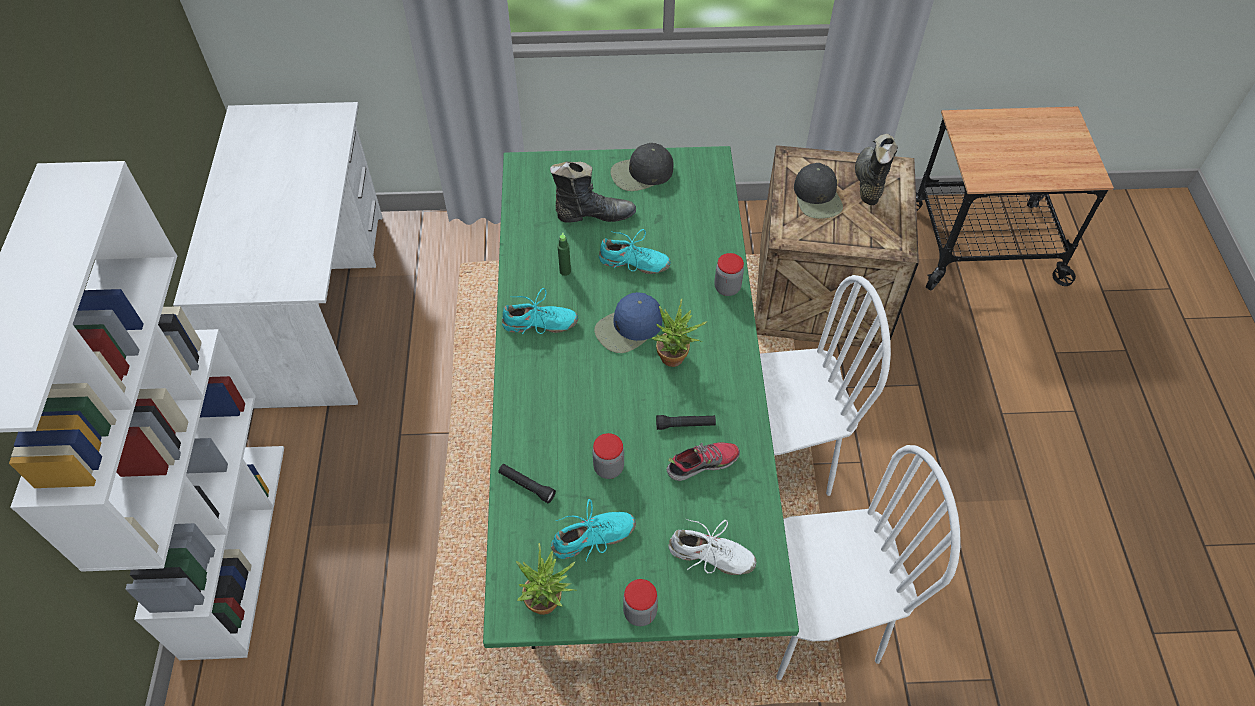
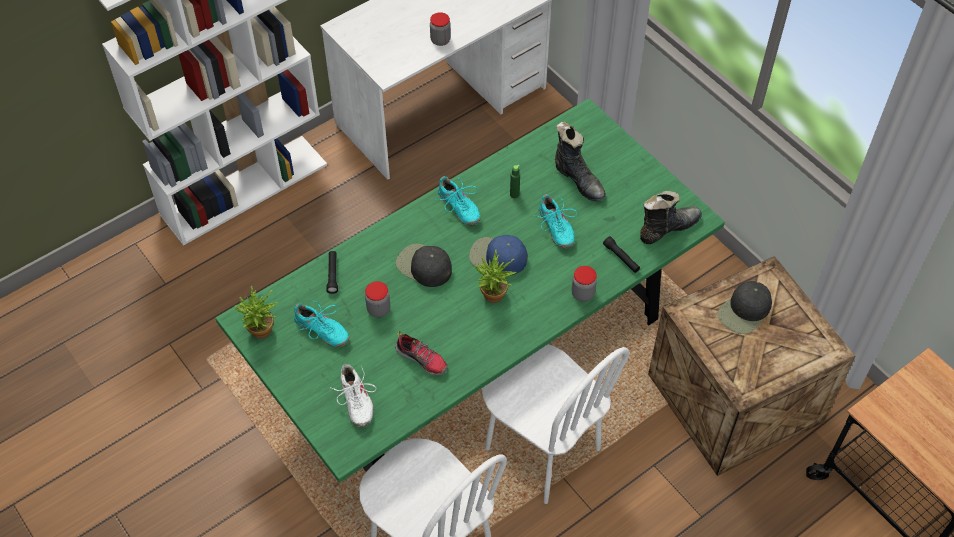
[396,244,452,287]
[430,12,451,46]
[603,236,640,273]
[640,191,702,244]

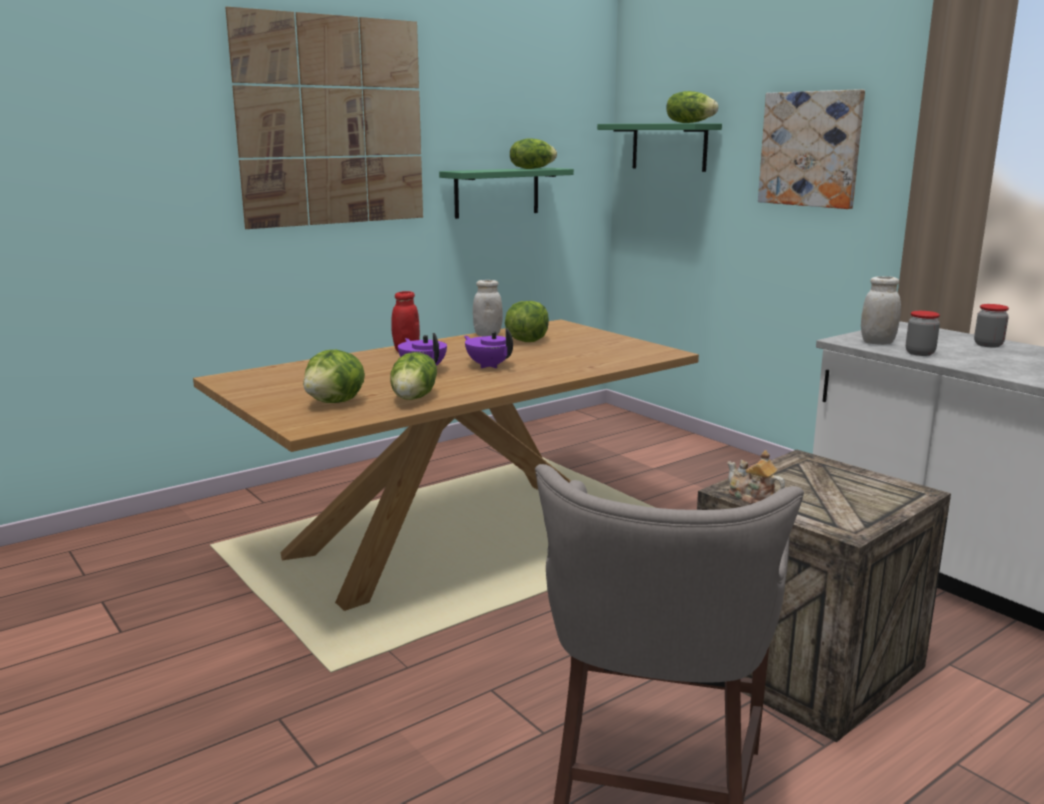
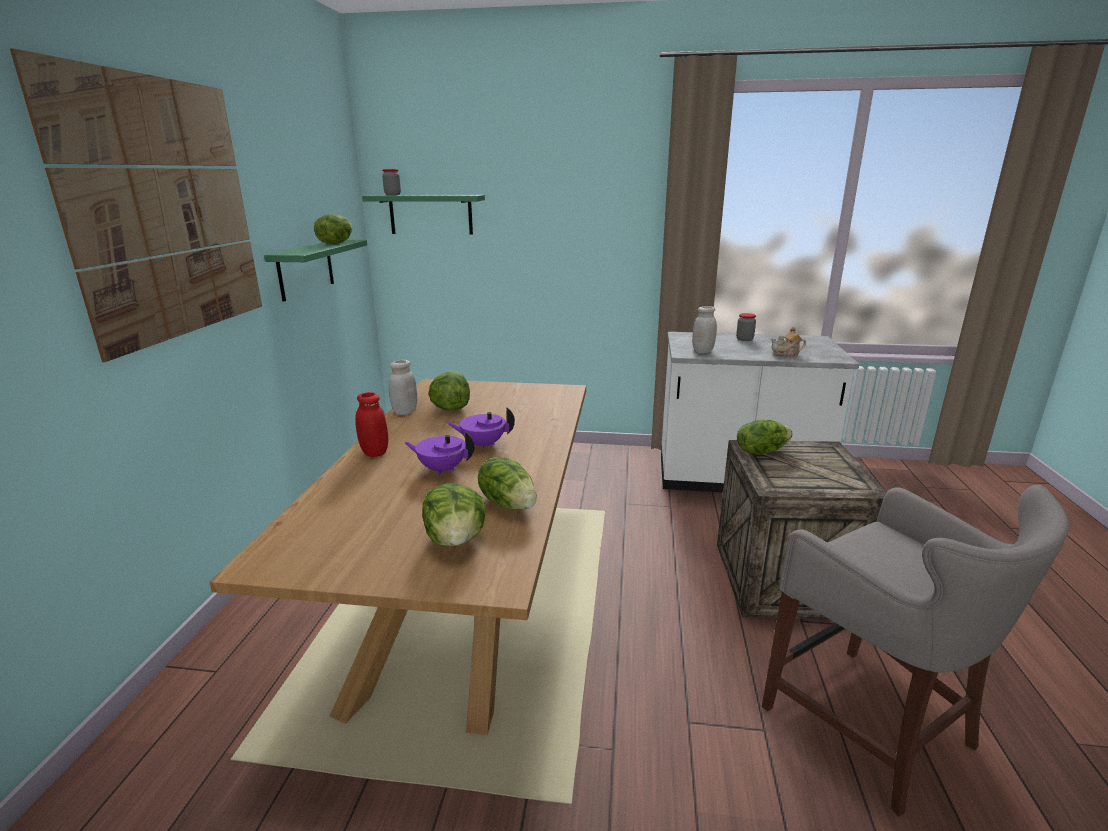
[737,420,793,454]
[771,327,806,357]
[758,89,865,209] (first image)
[382,169,401,195]

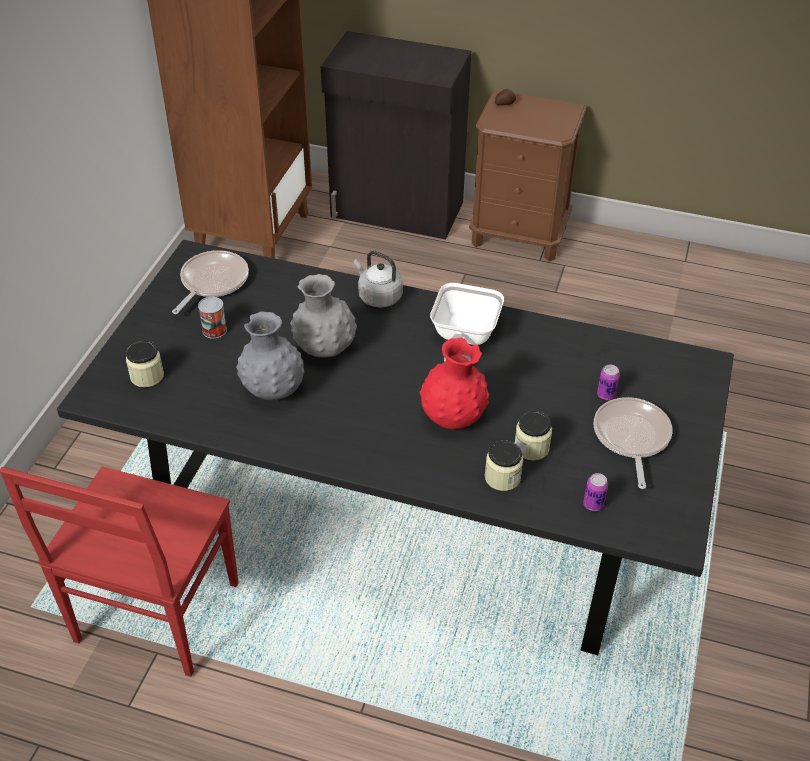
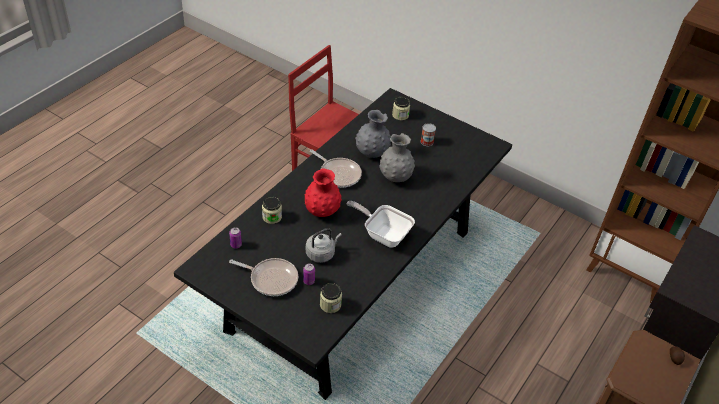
[310,150,362,188]
[306,228,342,263]
[320,283,342,313]

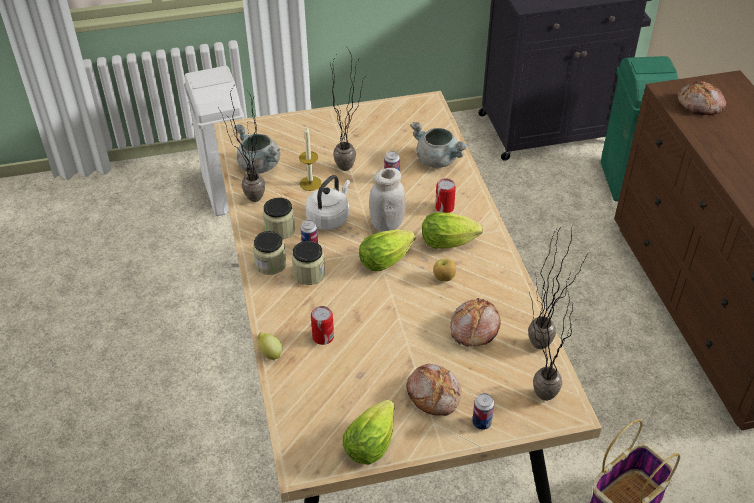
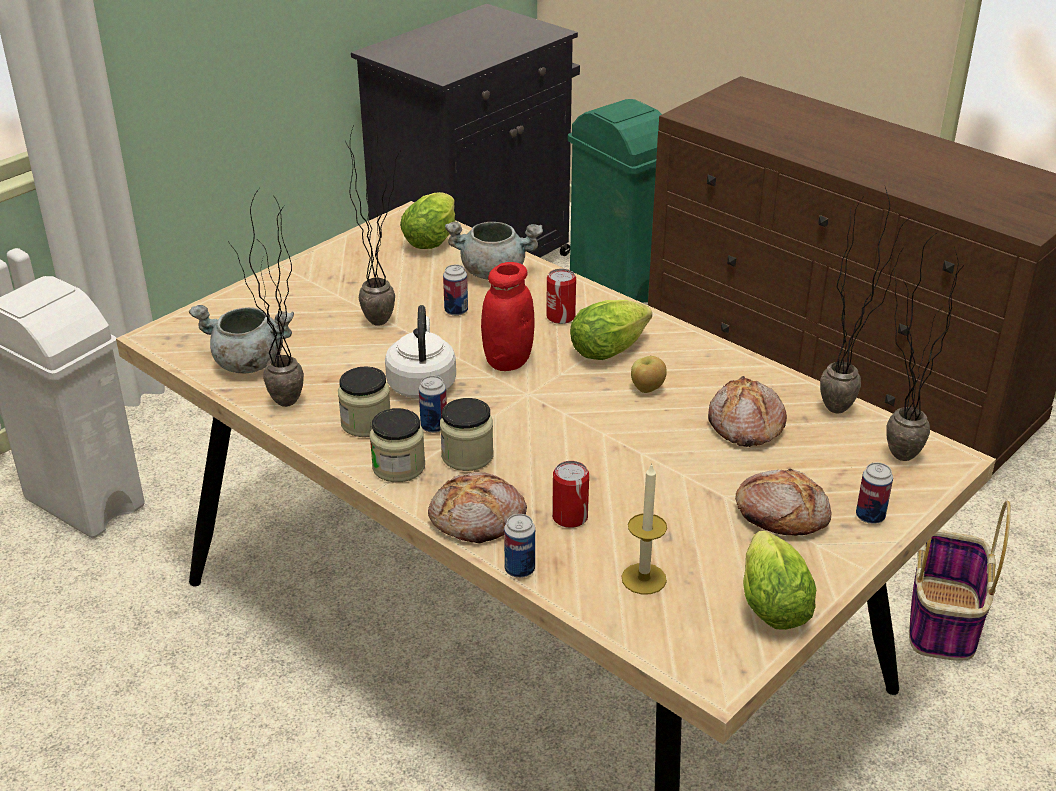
[504,514,535,578]
[622,463,667,594]
[400,192,455,249]
[481,262,534,371]
[428,472,527,544]

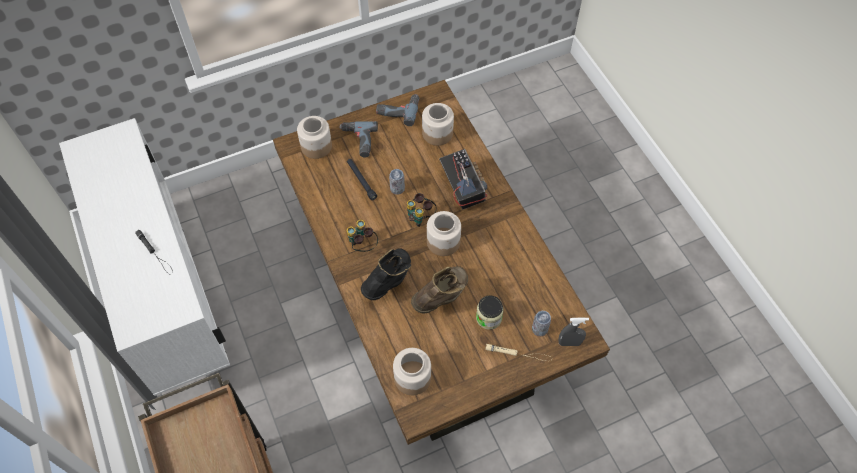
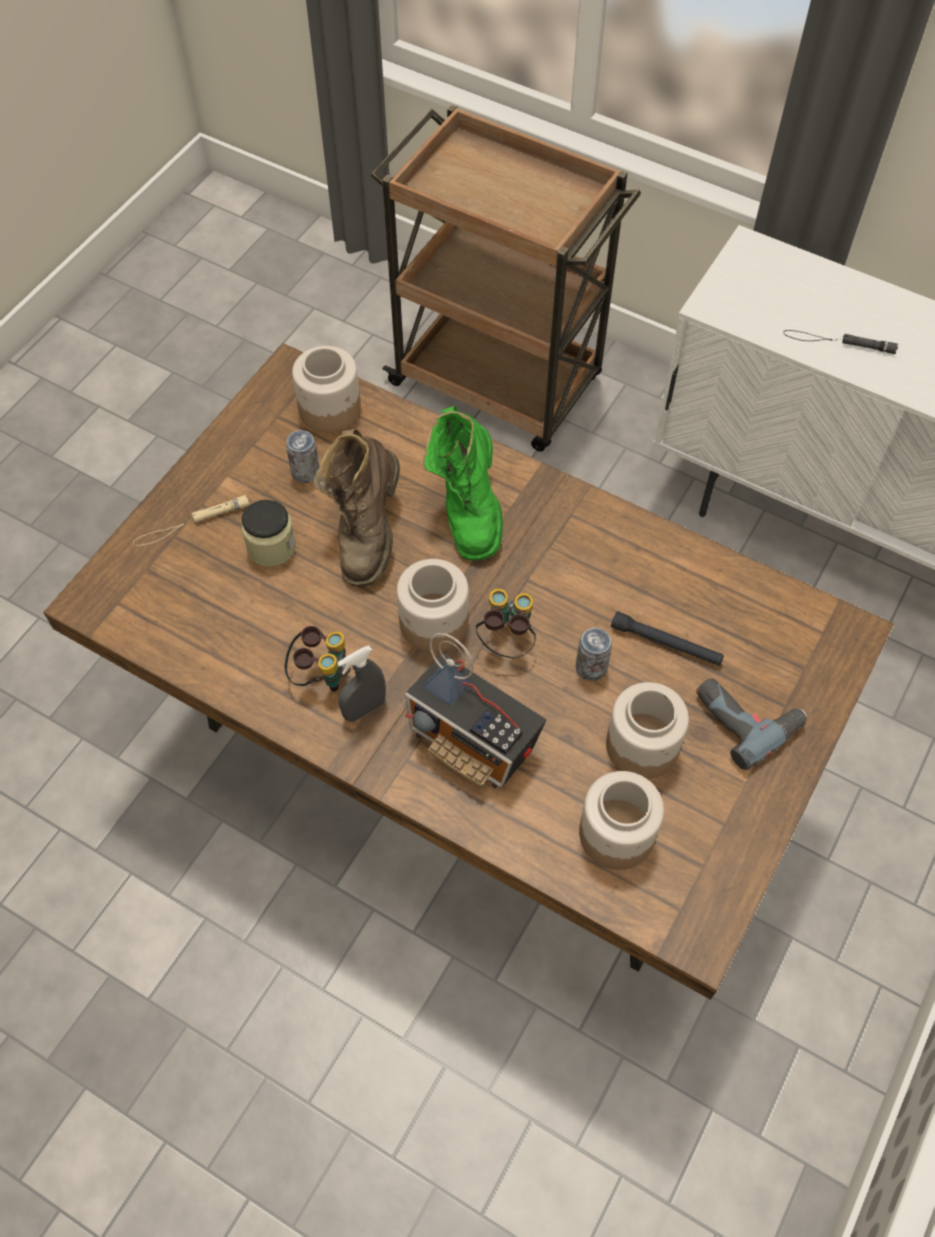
[606,682,689,779]
[285,626,351,692]
[423,406,503,561]
[376,94,419,126] (first image)
[286,430,320,483]
[337,645,386,722]

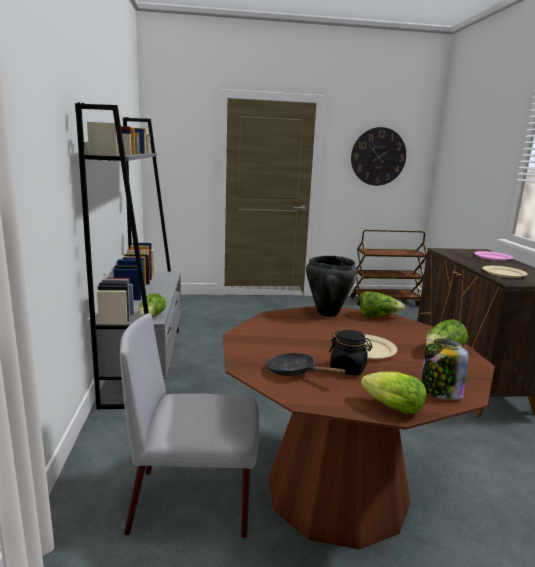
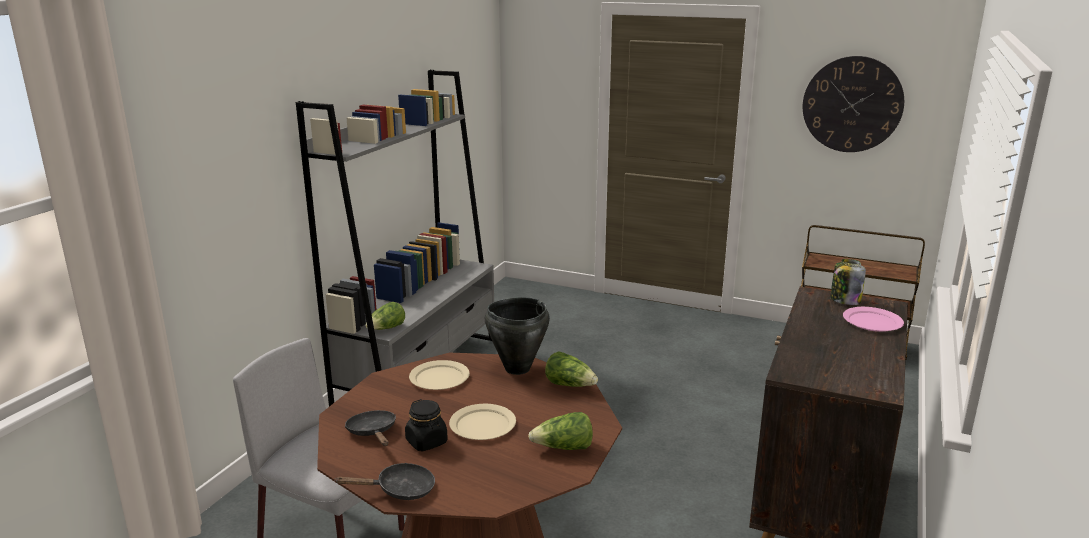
[334,463,435,500]
[830,259,866,305]
[409,360,470,390]

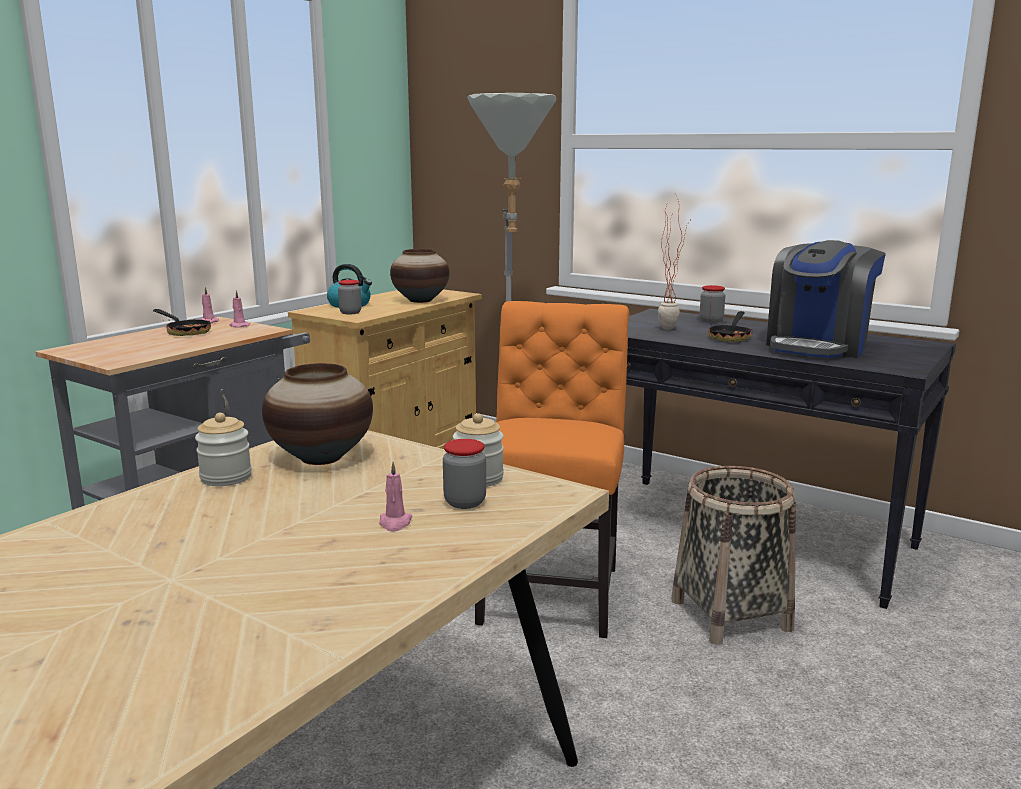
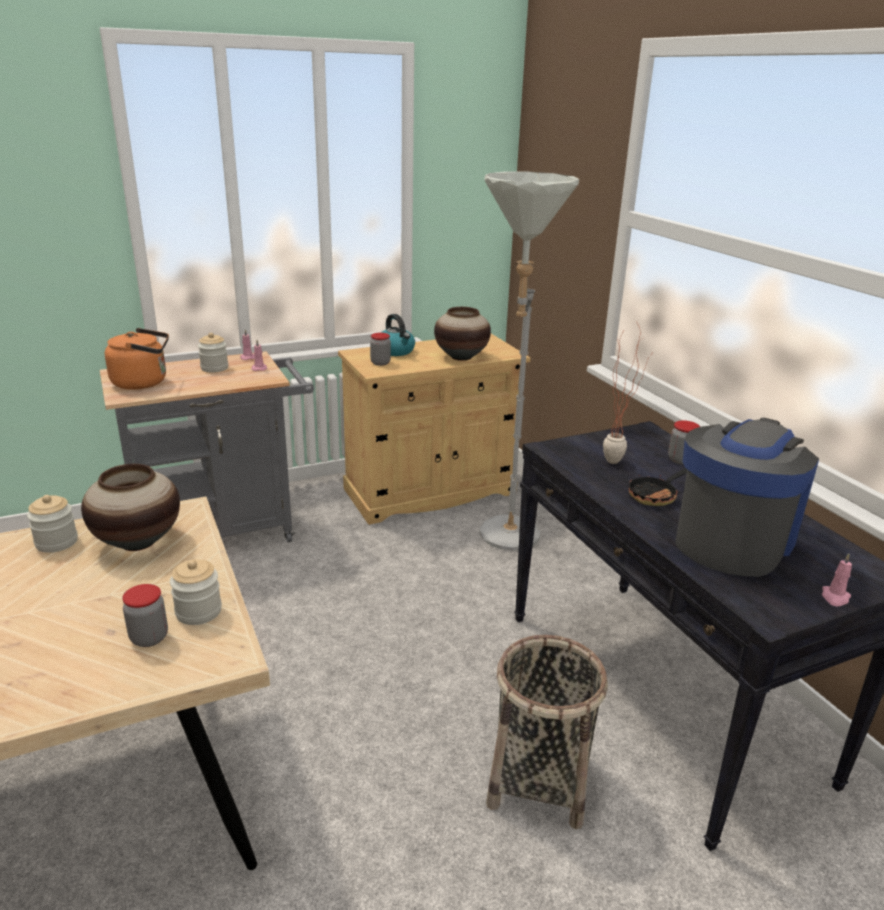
[198,333,228,373]
[822,554,852,606]
[475,301,629,638] (first image)
[675,418,819,577]
[105,328,169,390]

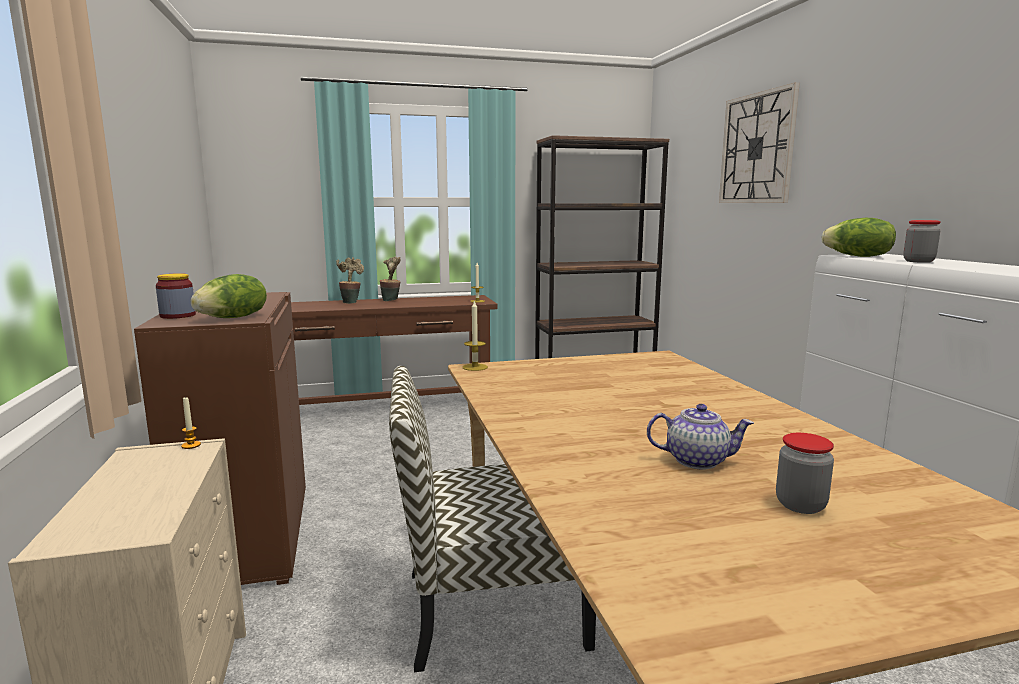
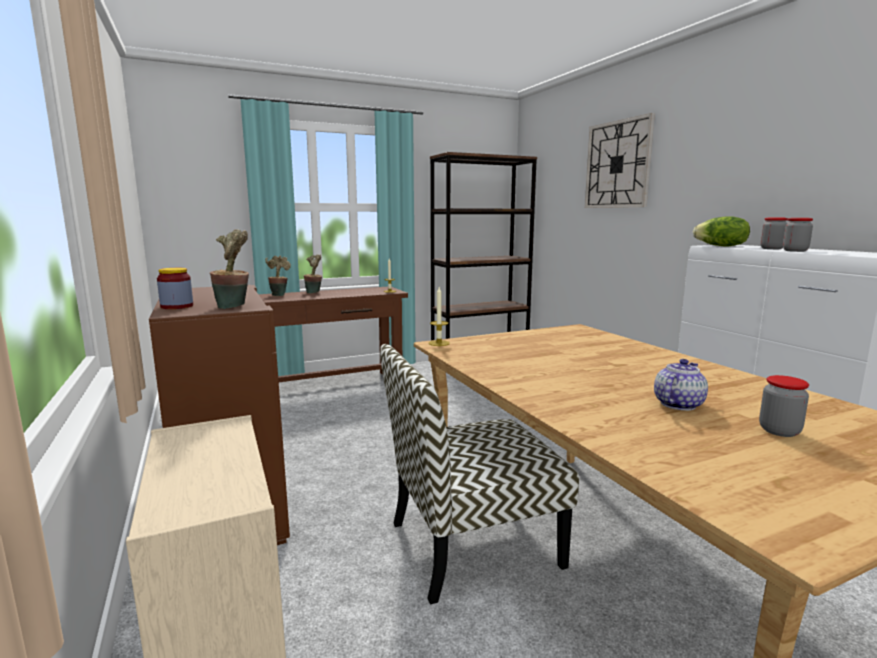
[181,396,201,449] (first image)
[210,229,249,309]
[654,359,708,411]
[783,218,813,252]

